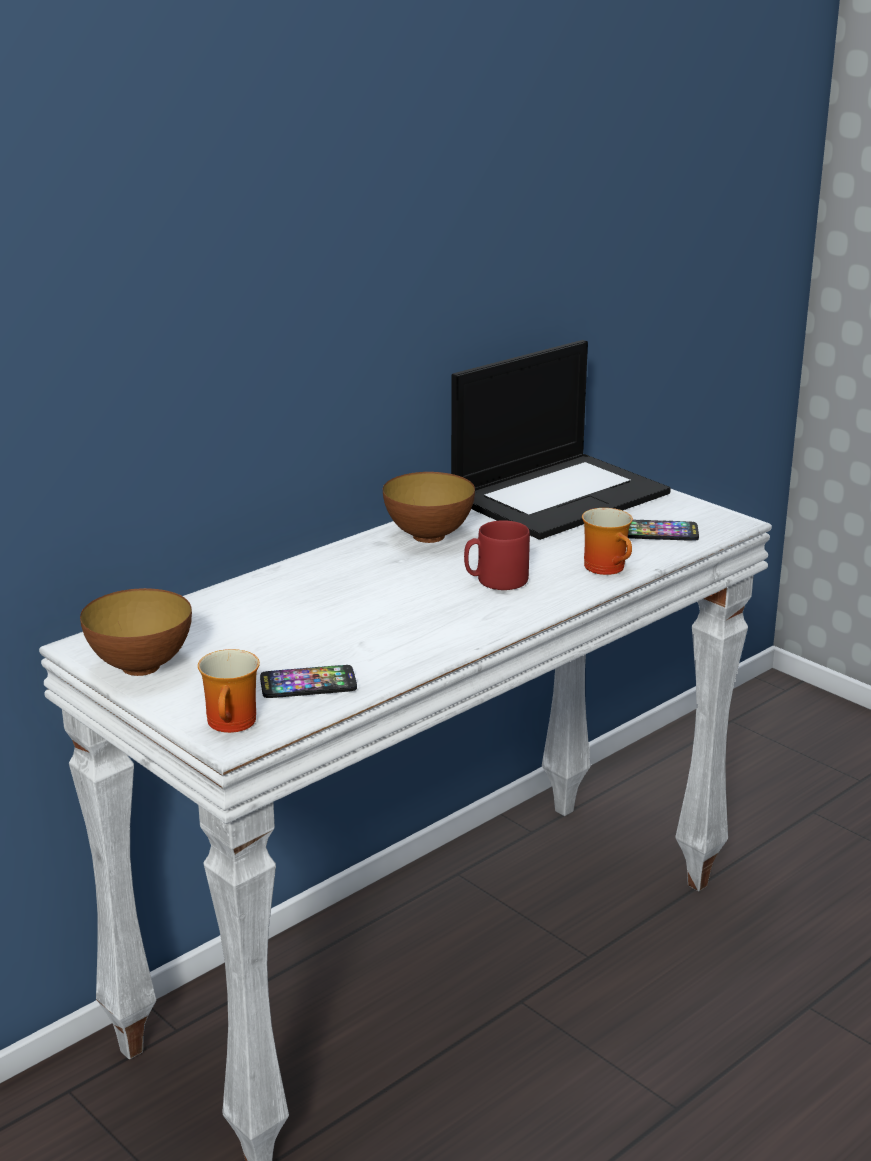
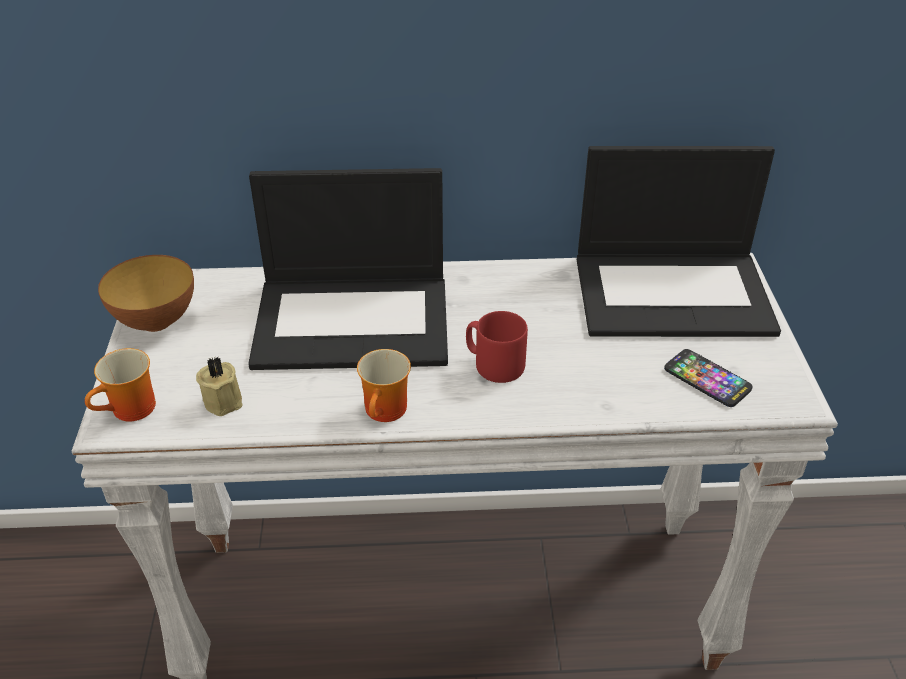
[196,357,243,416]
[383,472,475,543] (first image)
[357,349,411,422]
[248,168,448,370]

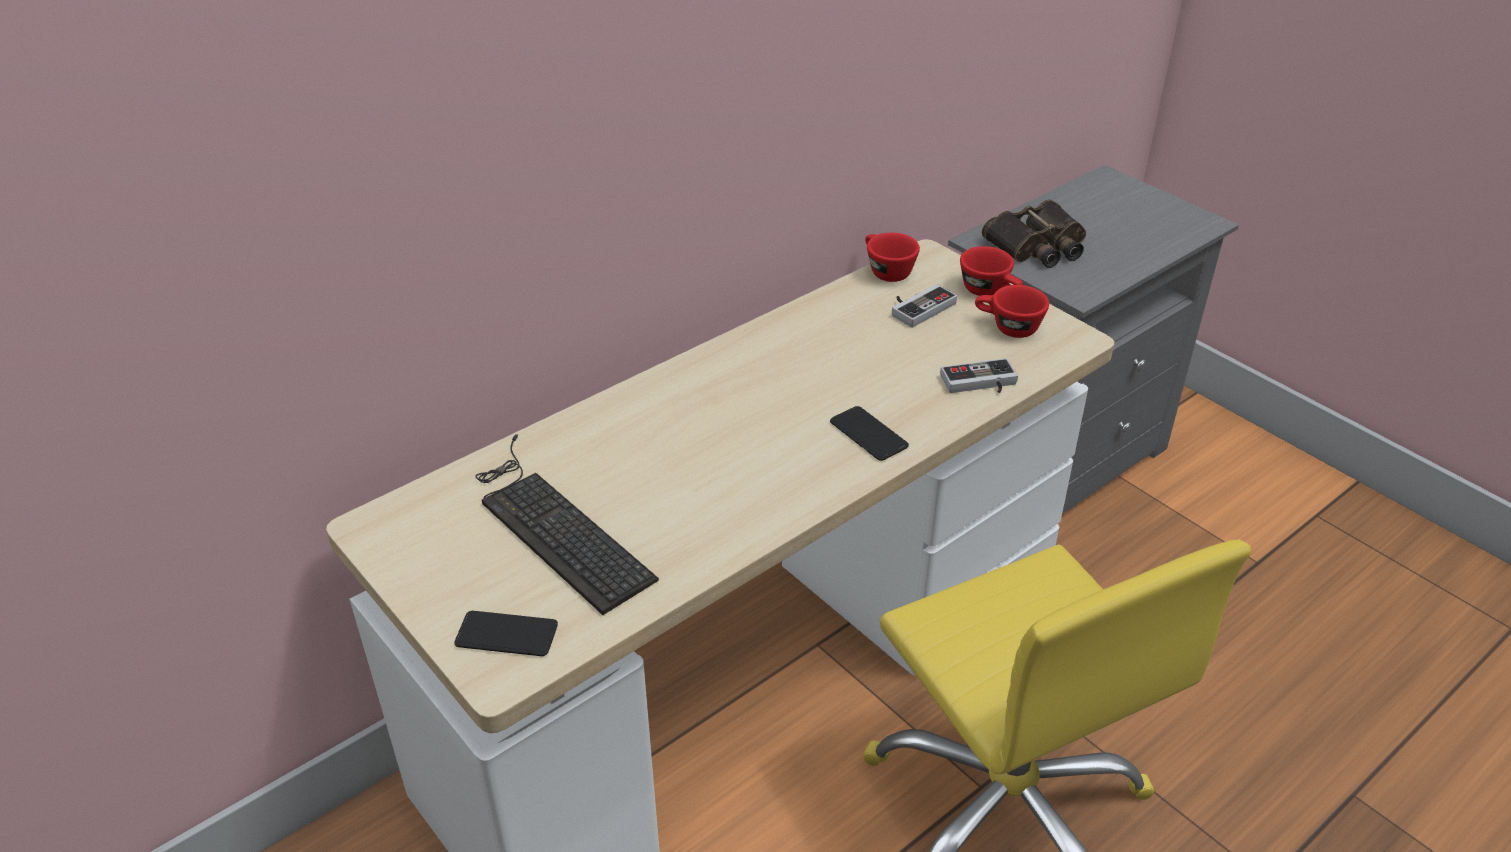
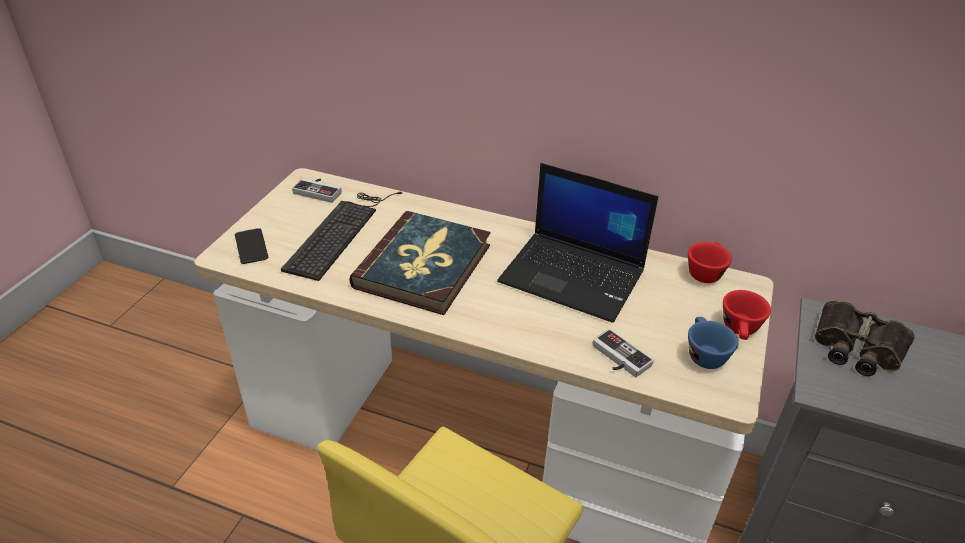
[830,406,909,461] (first image)
[292,178,342,203]
[688,317,738,369]
[349,211,491,315]
[497,163,658,323]

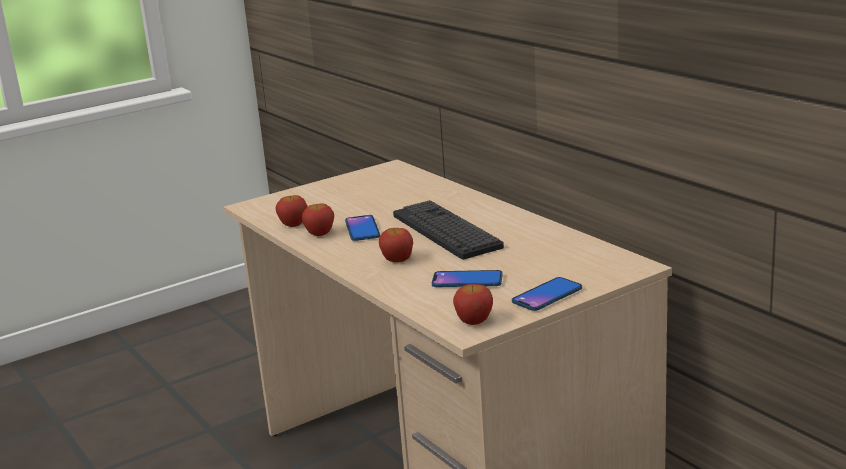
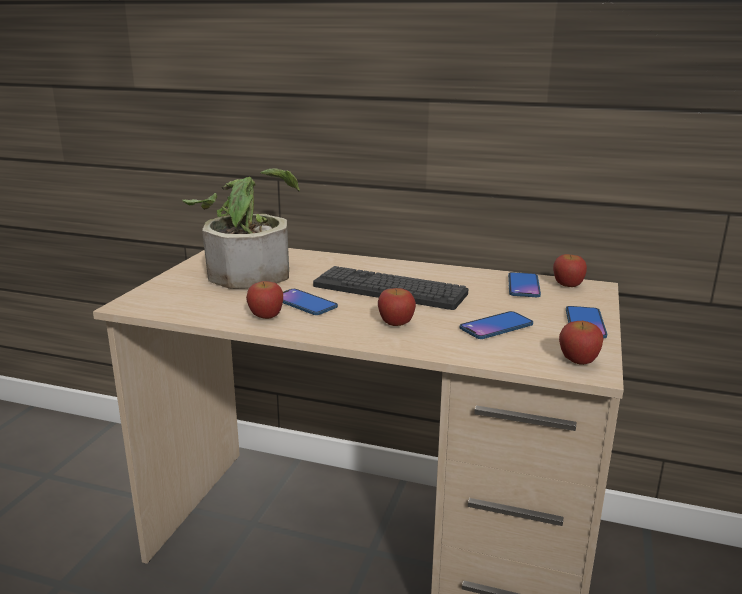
[553,254,587,287]
[182,169,300,289]
[508,272,541,297]

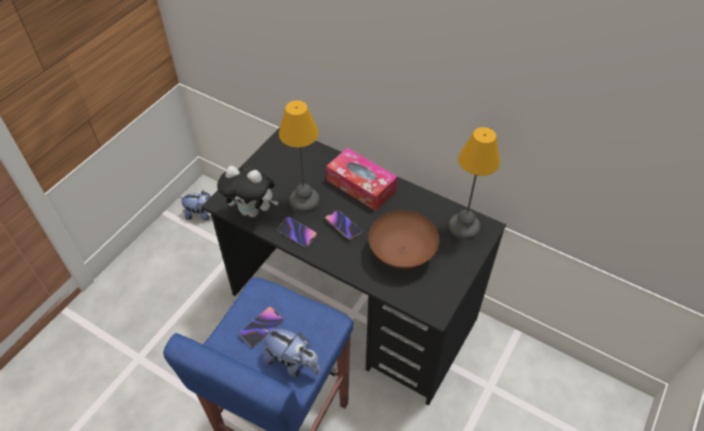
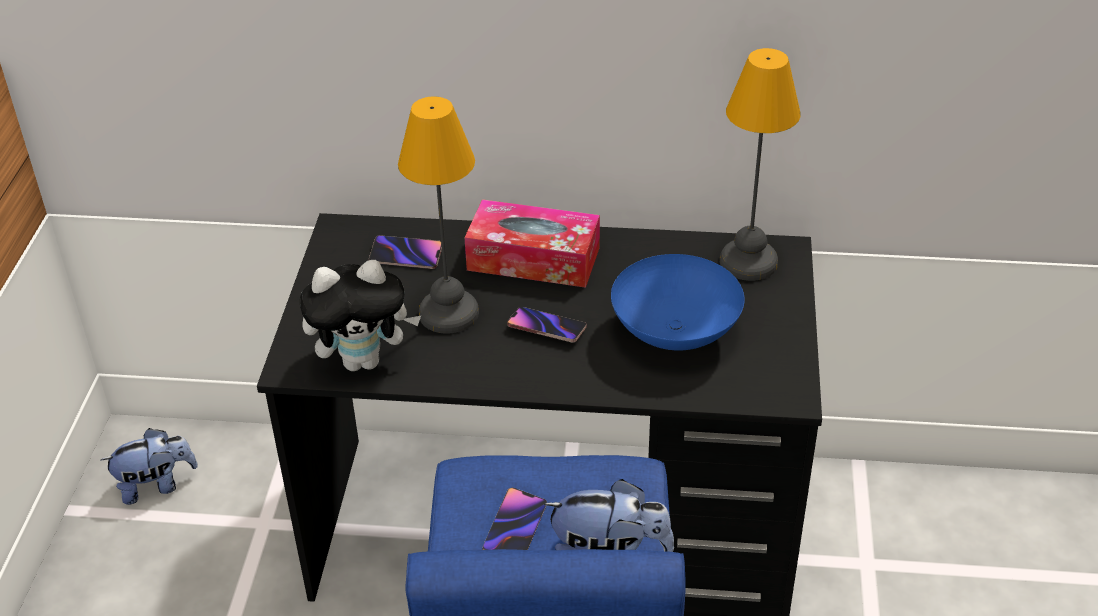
[369,235,442,269]
[611,254,745,351]

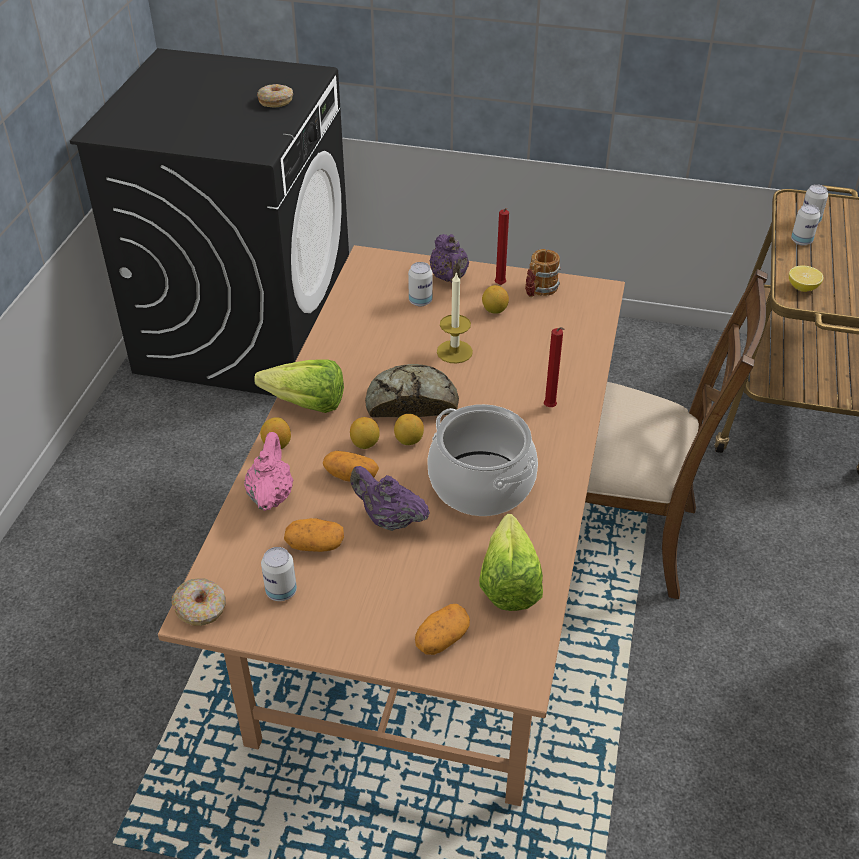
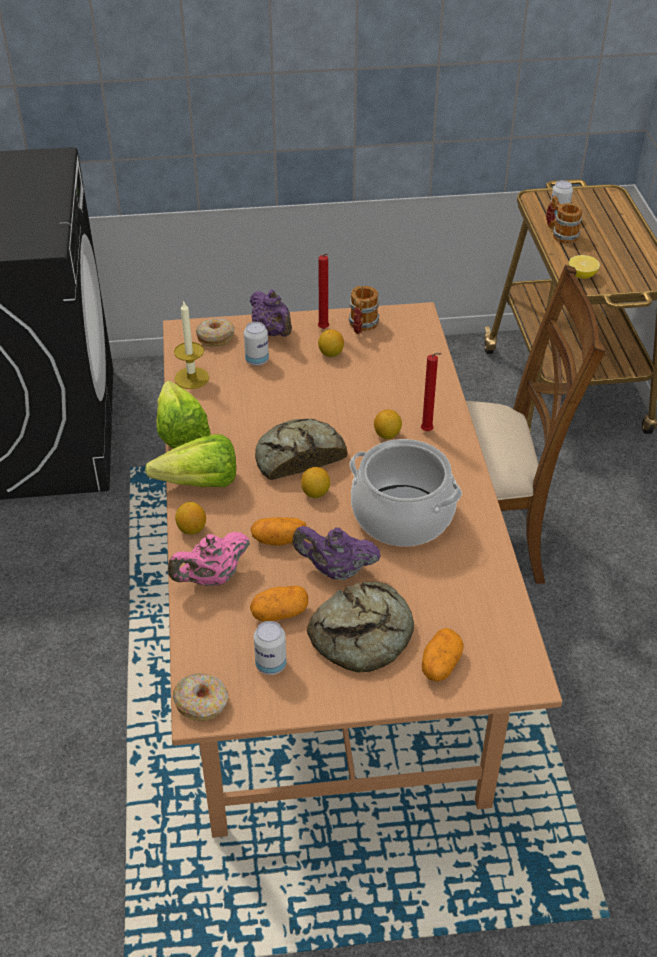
[168,532,250,586]
[196,318,234,347]
[374,409,402,439]
[174,302,209,389]
[156,381,211,449]
[546,196,583,243]
[307,582,414,673]

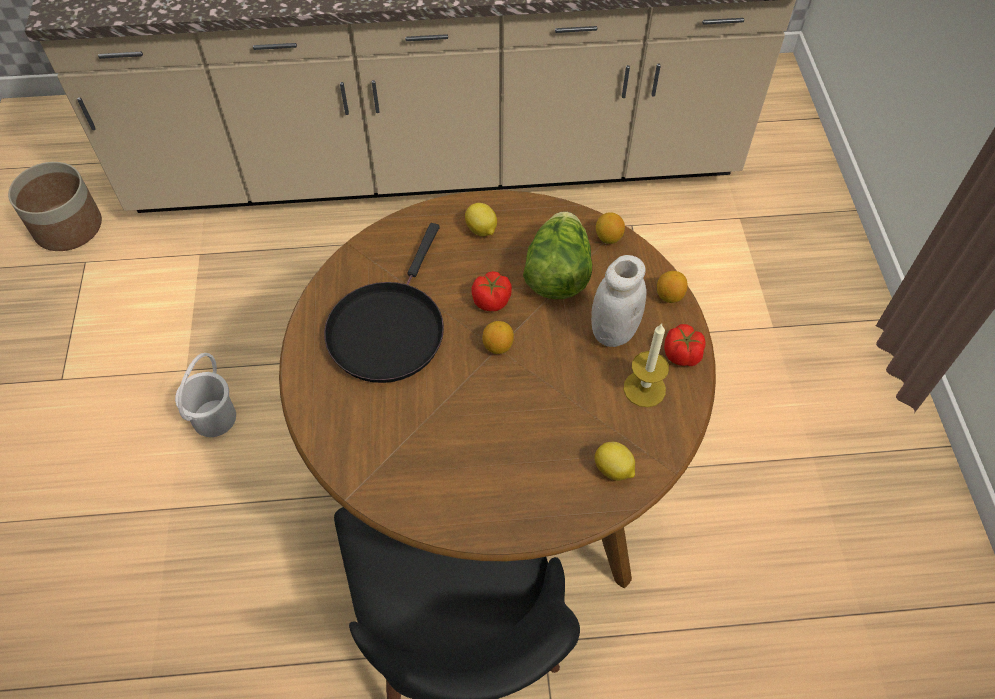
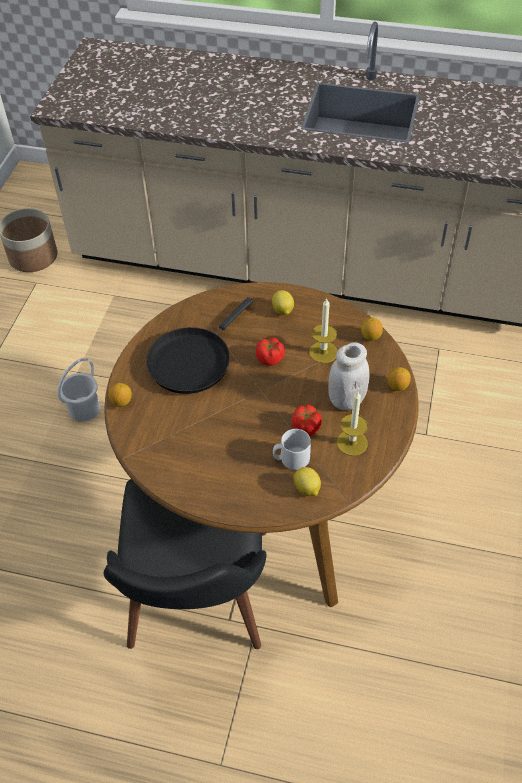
[108,383,132,407]
[309,298,337,363]
[292,404,322,436]
[273,429,311,470]

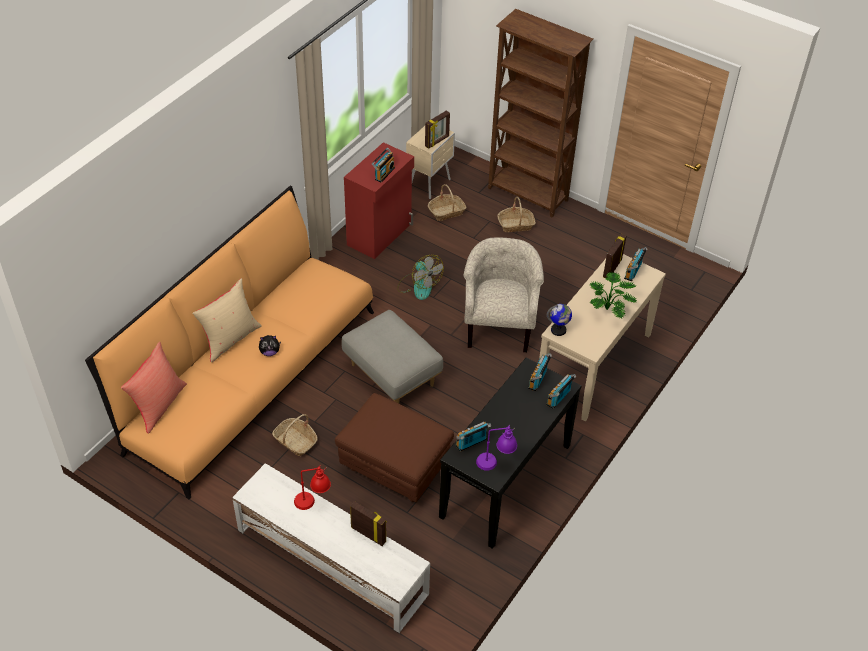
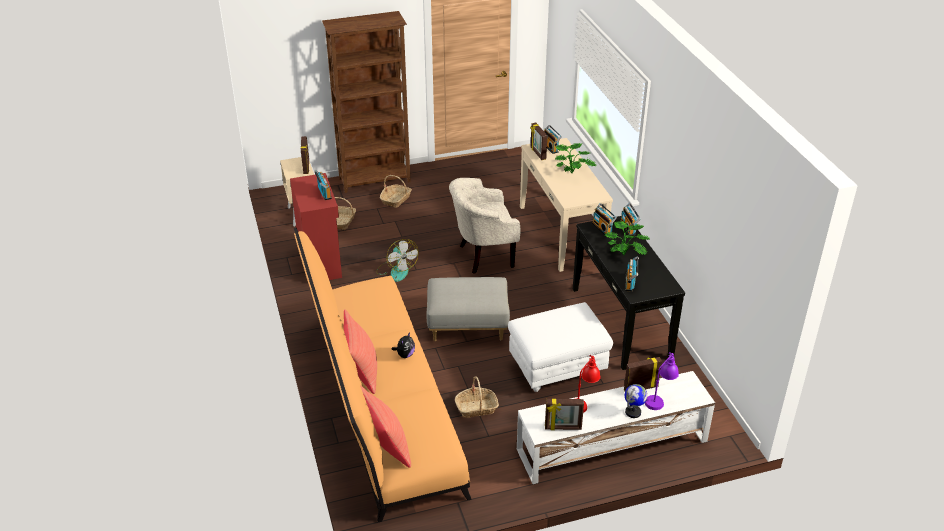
[343,309,377,394]
[508,302,613,392]
[376,239,419,282]
[449,178,520,274]
[645,352,679,410]
[625,384,647,418]
[545,399,584,430]
[605,221,650,255]

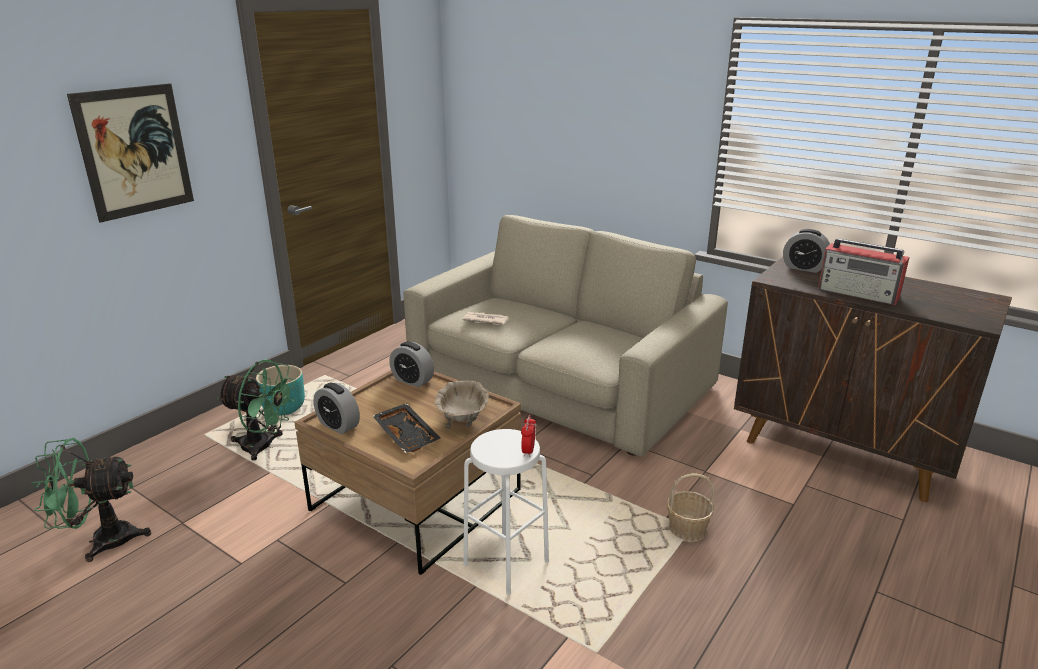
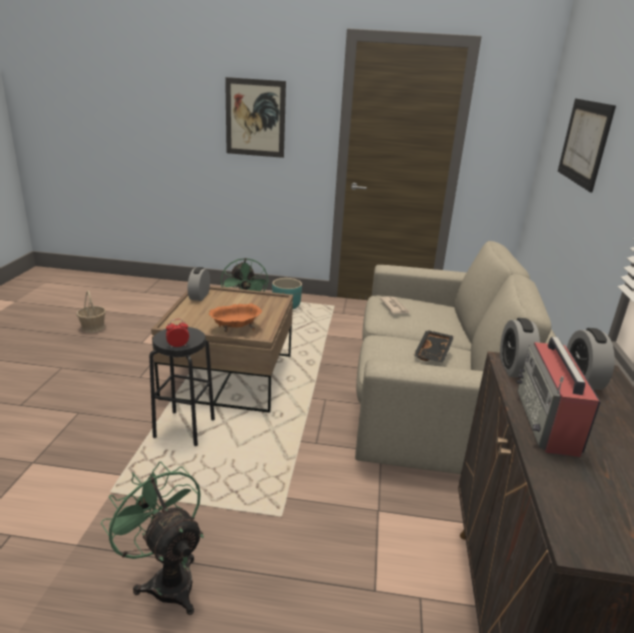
[101,461,204,615]
[413,330,454,362]
[500,318,540,378]
[209,303,262,332]
[149,327,215,446]
[76,290,106,333]
[558,99,616,192]

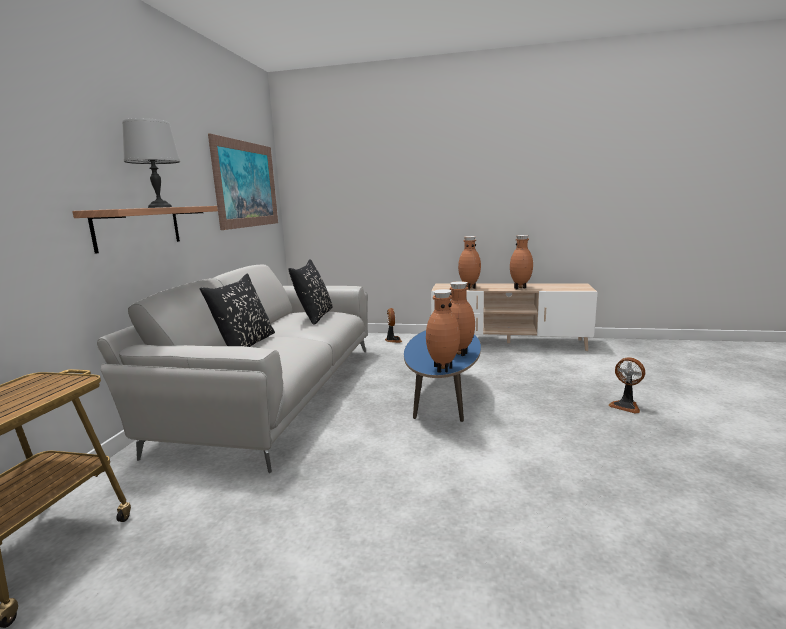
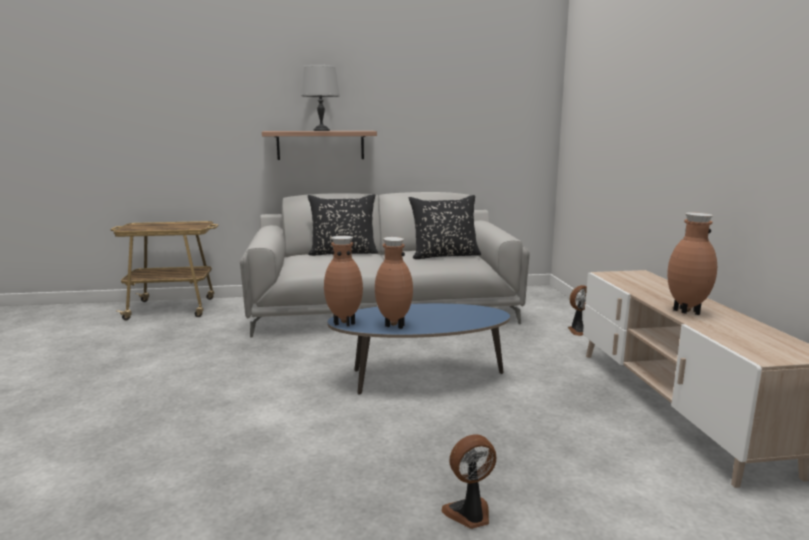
[208,133,278,230] (first image)
[458,236,481,290] (first image)
[441,434,496,529]

